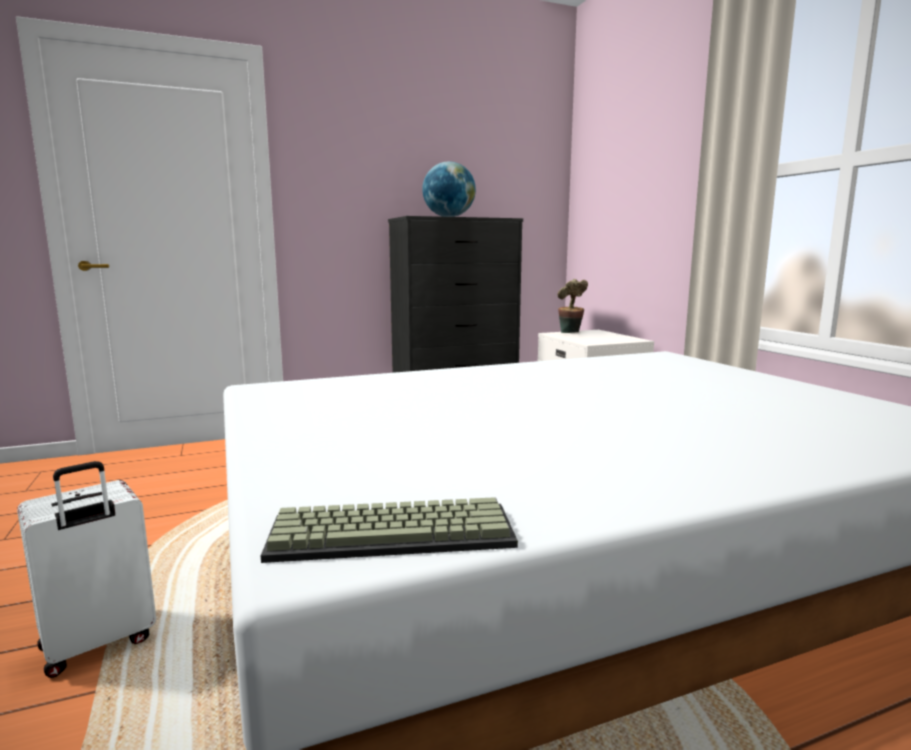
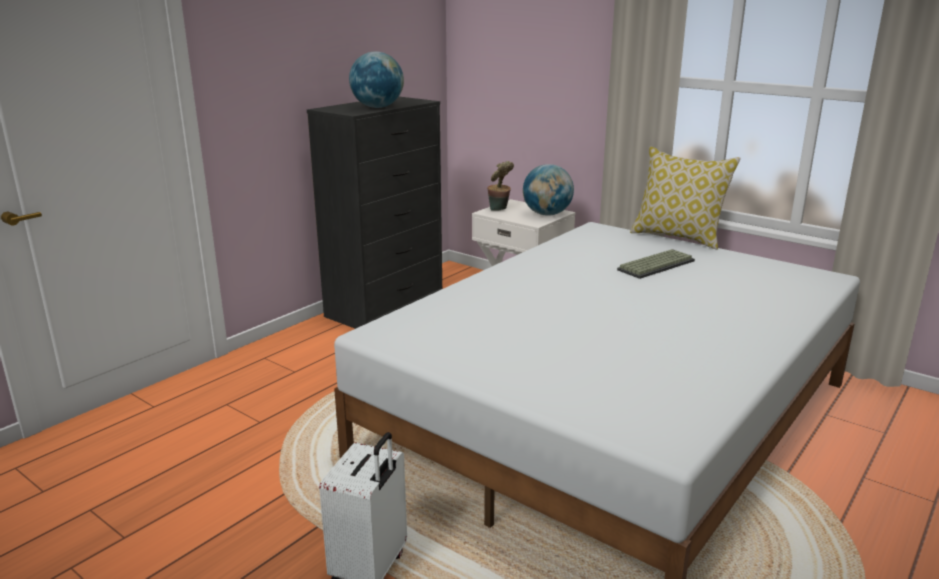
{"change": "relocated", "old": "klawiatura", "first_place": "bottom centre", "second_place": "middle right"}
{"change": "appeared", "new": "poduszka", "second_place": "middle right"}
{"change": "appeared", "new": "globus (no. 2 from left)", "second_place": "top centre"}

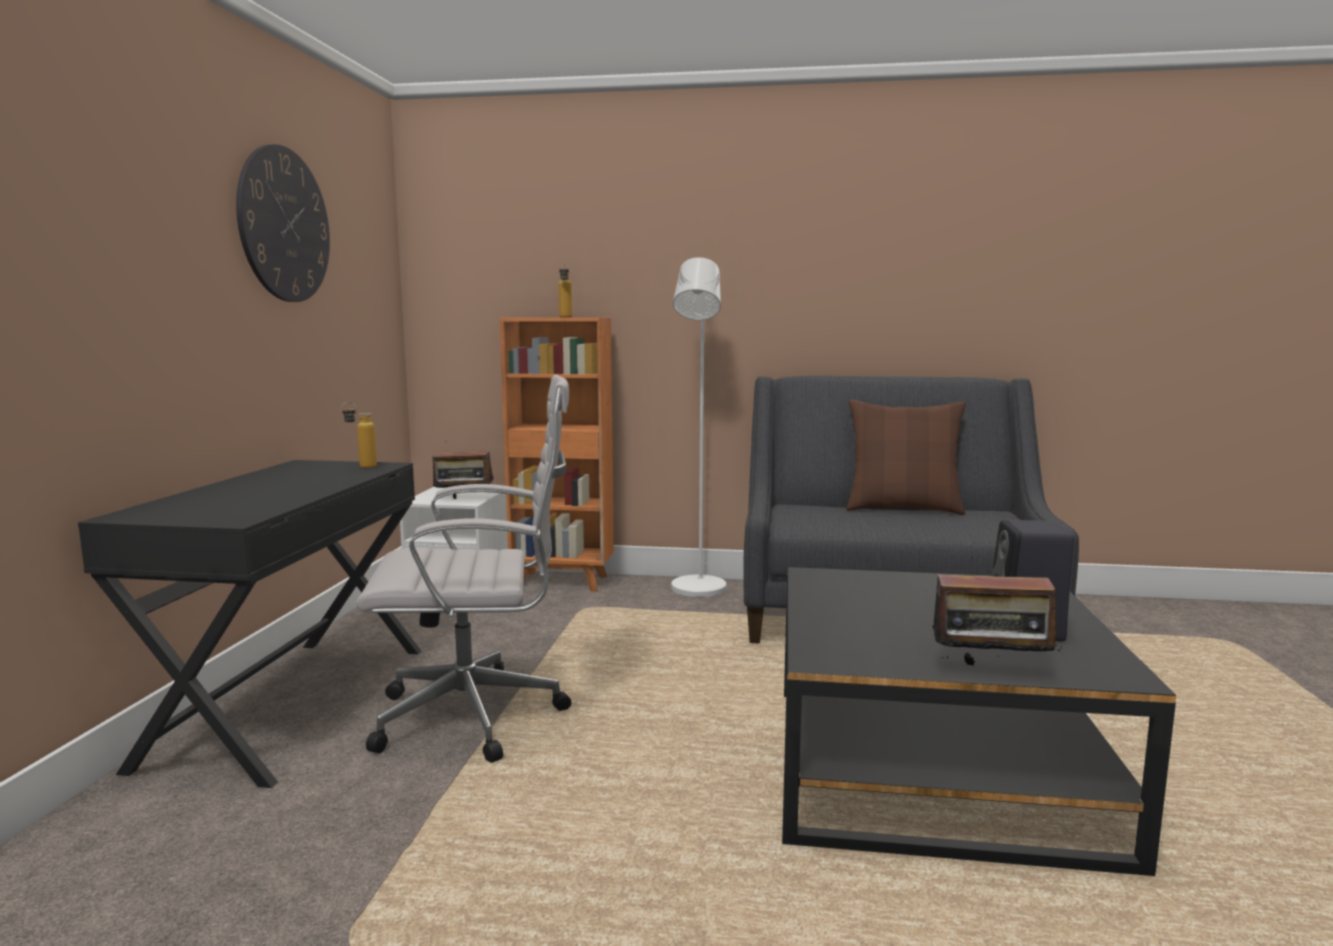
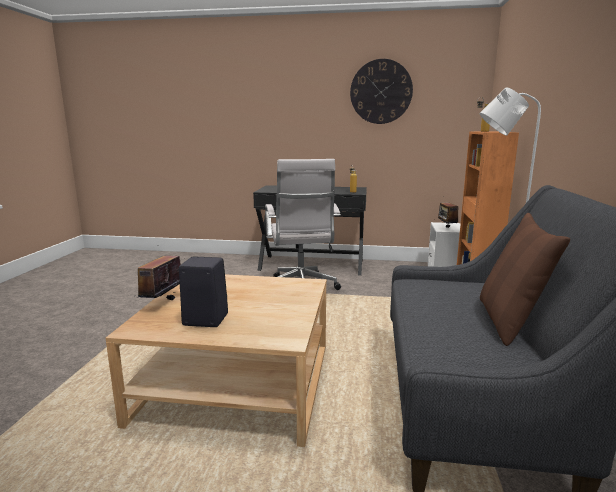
{"change": "colour", "old": "ława [czarny]", "new": "ława [beżowy]", "first_place": "bottom right", "second_place": "bottom centre"}

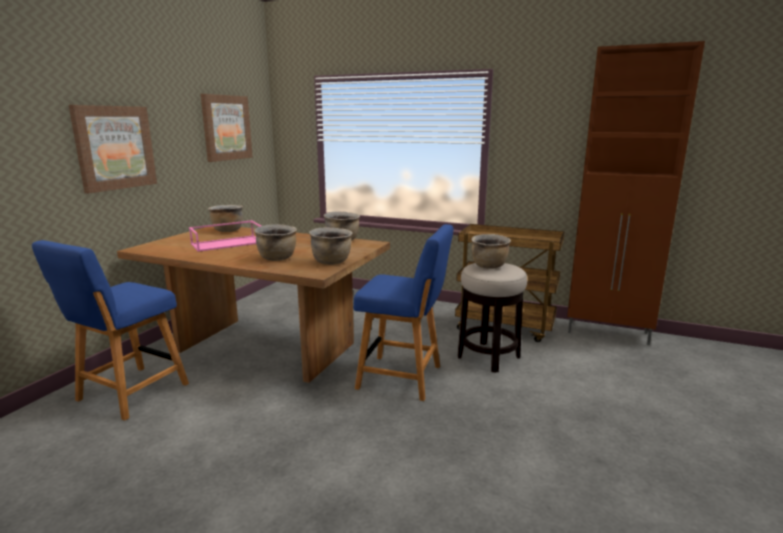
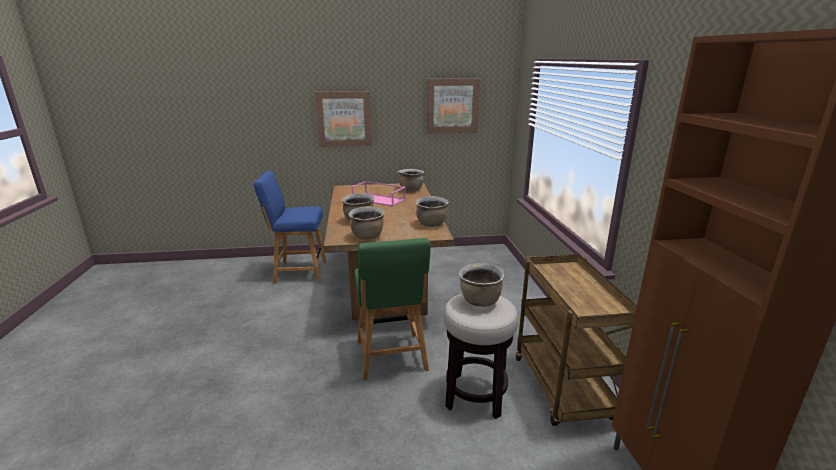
{"change": "colour", "old": "krzesło [niebieski] (no. 2 from left)", "new": "krzesło [zielony]", "first_place": "centre", "second_place": "centre"}

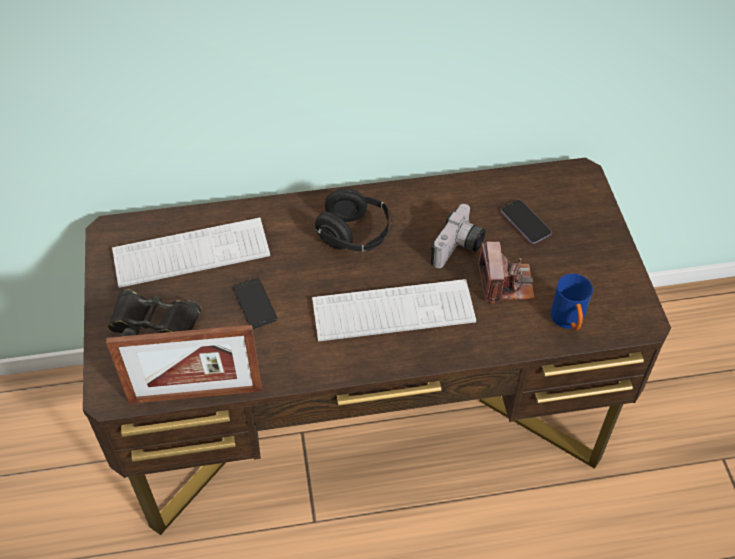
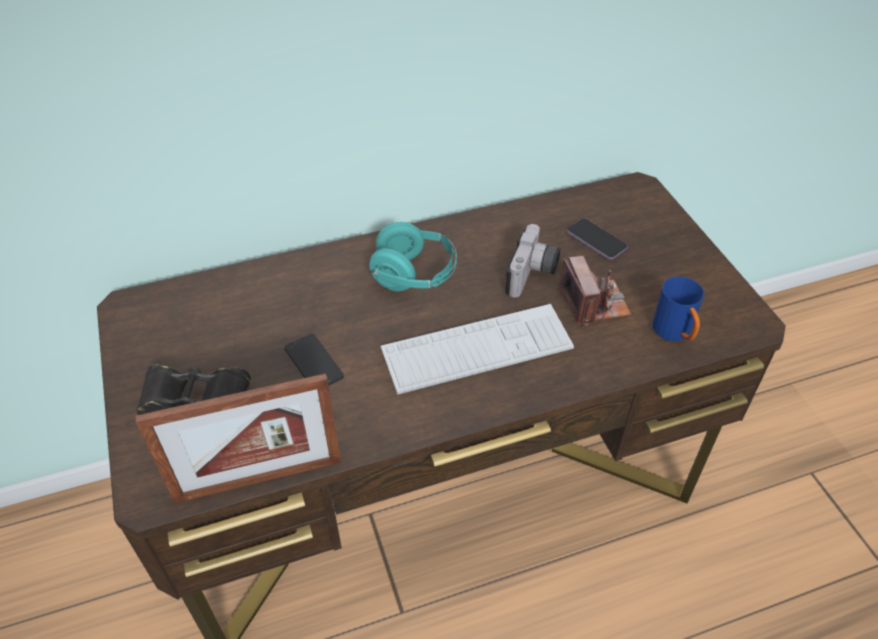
{"change": "colour", "old": "słuchawki [czarny]", "new": "słuchawki [turkusowy]", "first_place": "centre", "second_place": "centre"}
{"change": "missing", "old": "klawiatura (no. 1 from left)", "first_place": "middle left"}

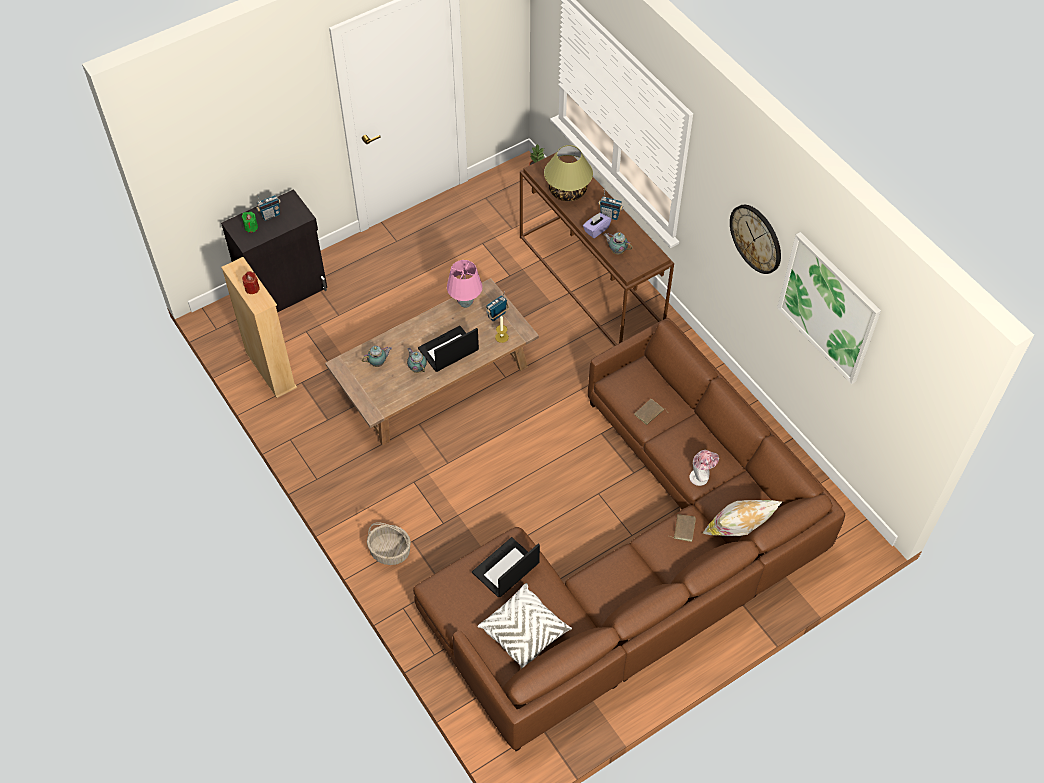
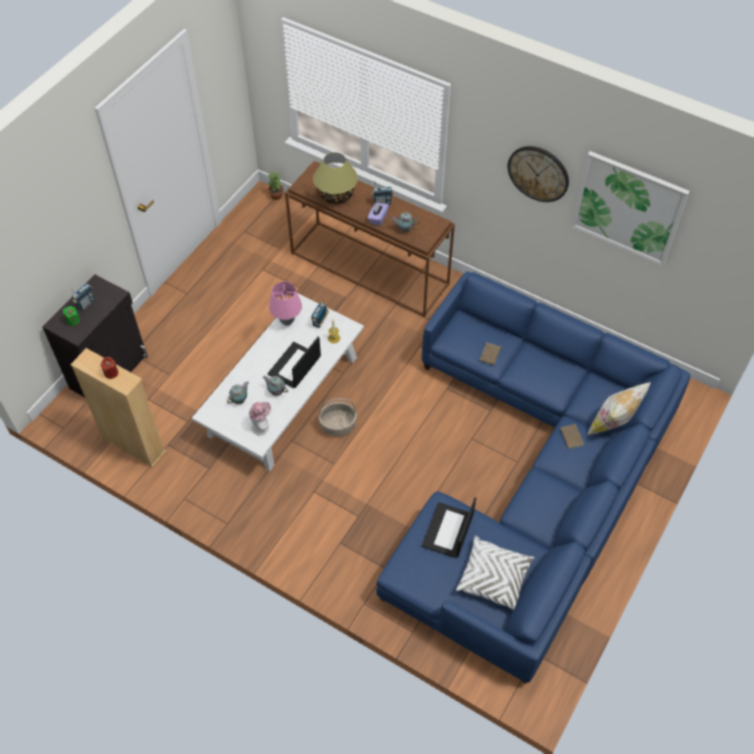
{"change": "colour", "old": "ława [brązowy]", "new": "ława [biały]", "first_place": "centre", "second_place": "centre"}
{"change": "colour", "old": "kanapa [brązowy]", "new": "kanapa [niebieski]", "first_place": "bottom centre", "second_place": "middle right"}
{"change": "relocated", "old": "kapelusz", "first_place": "middle right", "second_place": "centre"}
{"change": "relocated", "old": "koszyk", "first_place": "bottom centre", "second_place": "centre"}

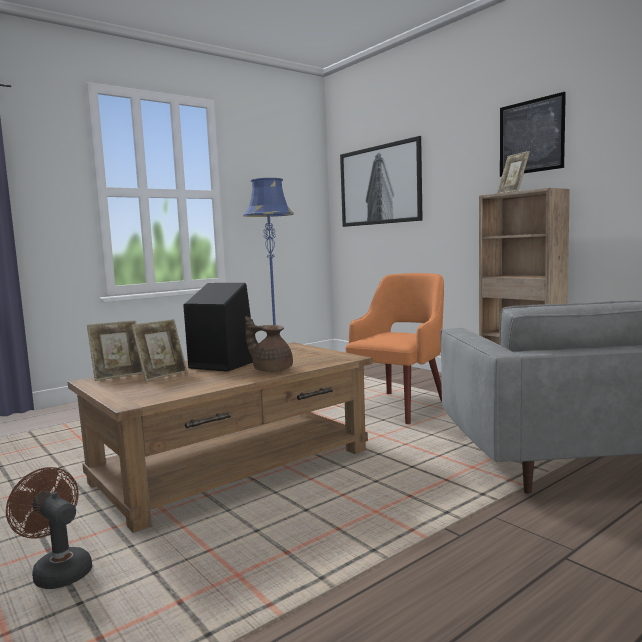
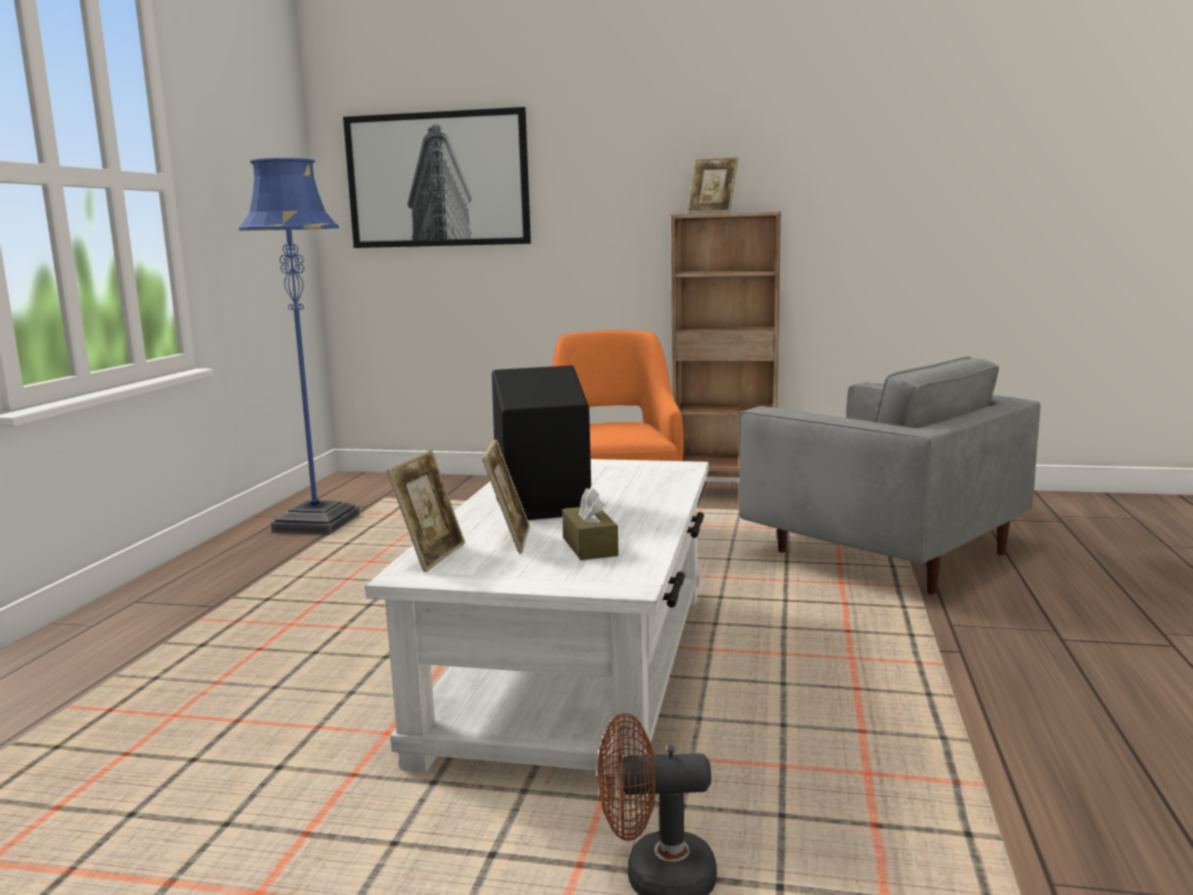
{"change": "missing", "old": "obraz (no. 2 from left)", "first_place": "top right"}
{"change": "missing", "old": "imbryk [brązowy]", "first_place": "centre"}
{"change": "colour", "old": "ława [brązowy]", "new": "ława [biały]", "first_place": "bottom centre", "second_place": "bottom centre"}
{"change": "appeared", "new": "pudełko chusteczek [brązowy]", "second_place": "centre"}

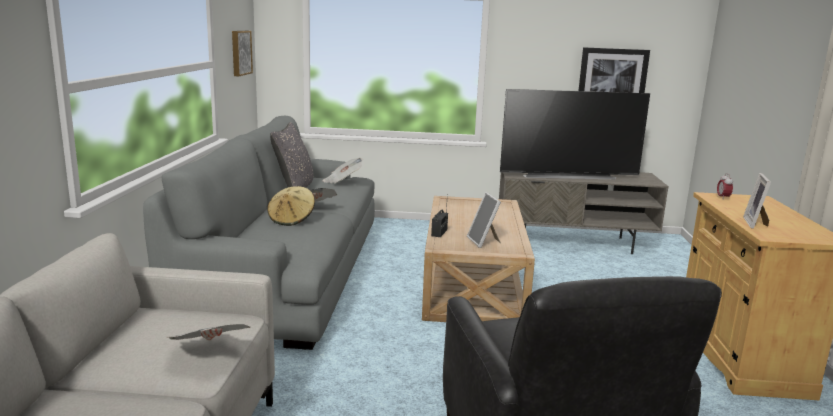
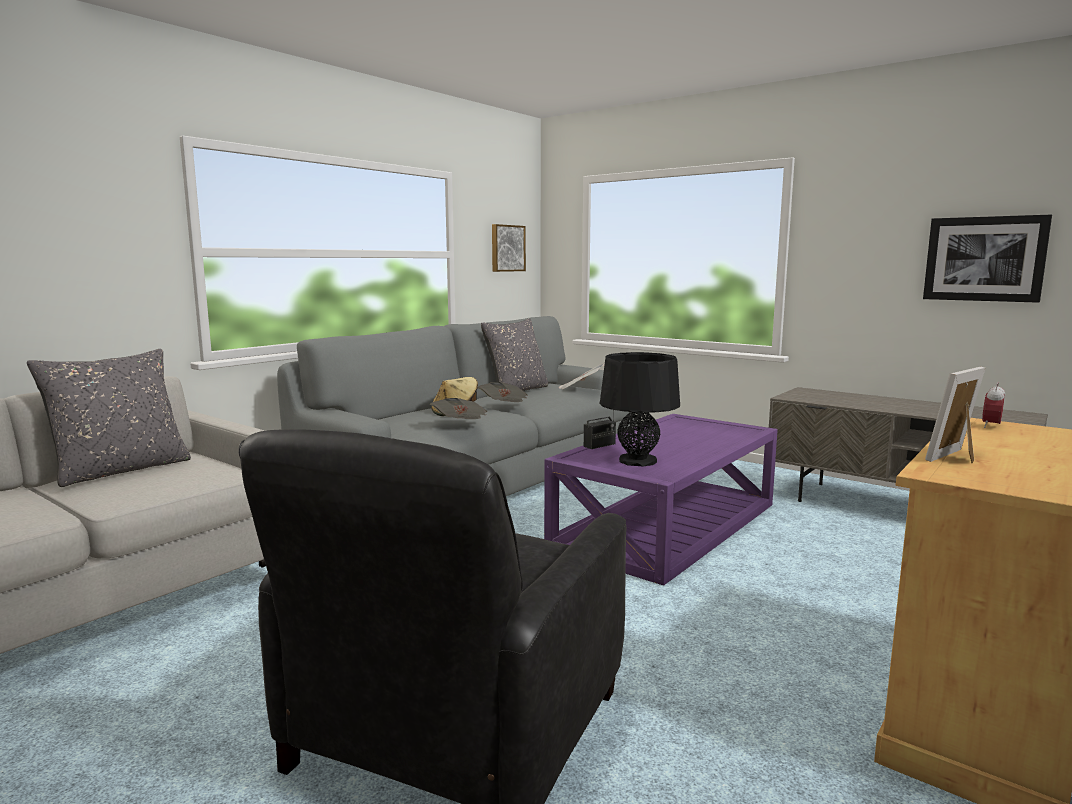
{"change": "missing", "old": "telewizor", "first_place": "top right"}
{"change": "exchanged", "old": "ramka na zdjęcie (no. 1 from left)", "new": "lampa stołowa [czarny]", "first_place": "centre", "second_place": "centre"}
{"change": "colour", "old": "ława [beżowy]", "new": "ława [fioletowy]", "first_place": "centre", "second_place": "centre"}
{"change": "relocated", "old": "gazeta (no. 1 from left)", "first_place": "bottom left", "second_place": "centre"}
{"change": "appeared", "new": "poduszka [szary] (no. 1 from left)", "second_place": "middle left"}

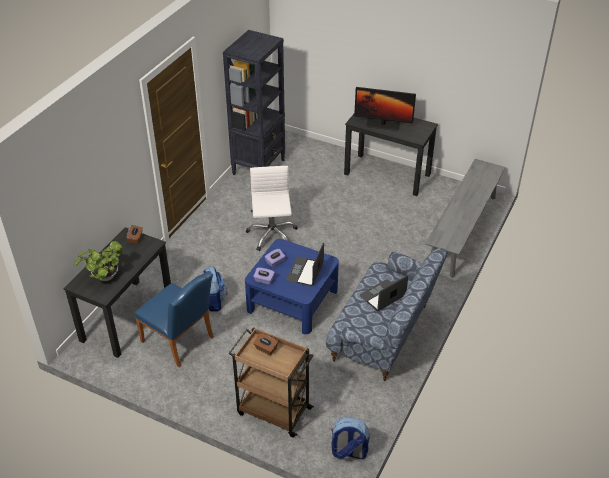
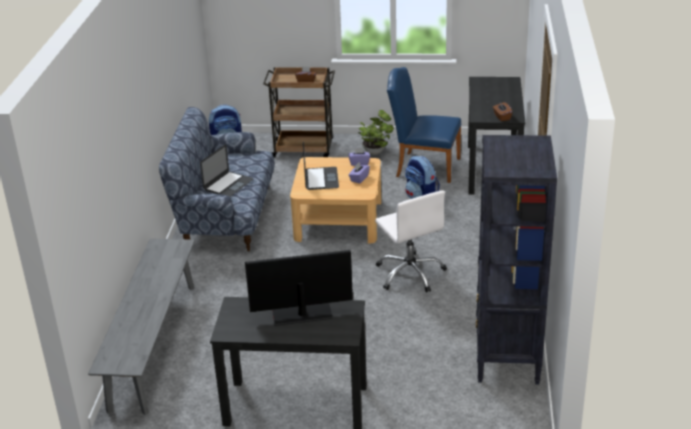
{"change": "colour", "old": "ława [niebieski]", "new": "ława [beżowy]", "first_place": "centre", "second_place": "centre"}
{"change": "relocated", "old": "roślina doniczkowa", "first_place": "middle left", "second_place": "top centre"}

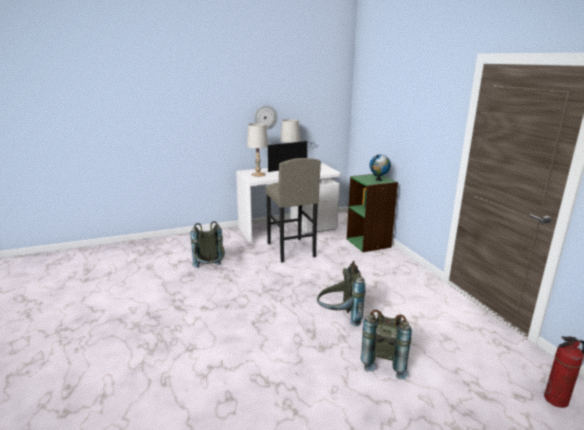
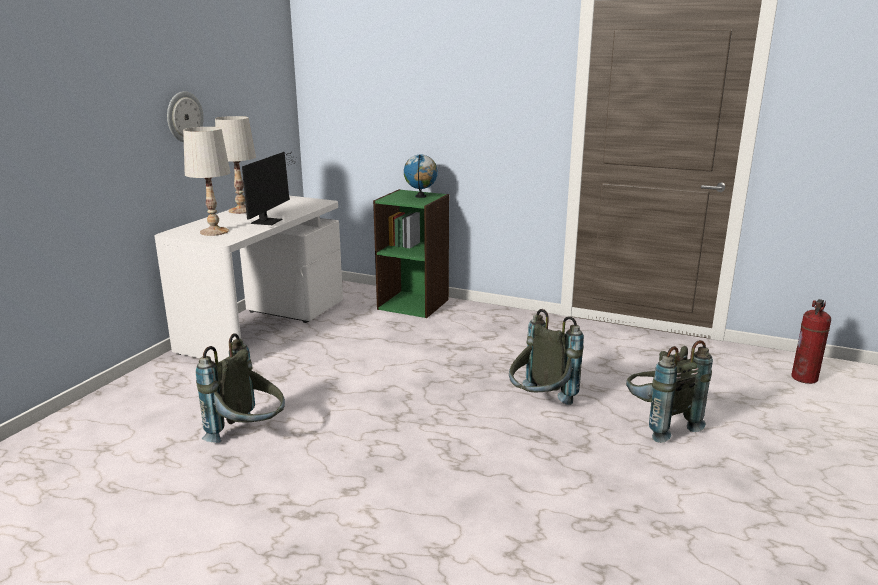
{"change": "missing", "old": "stołek [szary]", "first_place": "centre"}

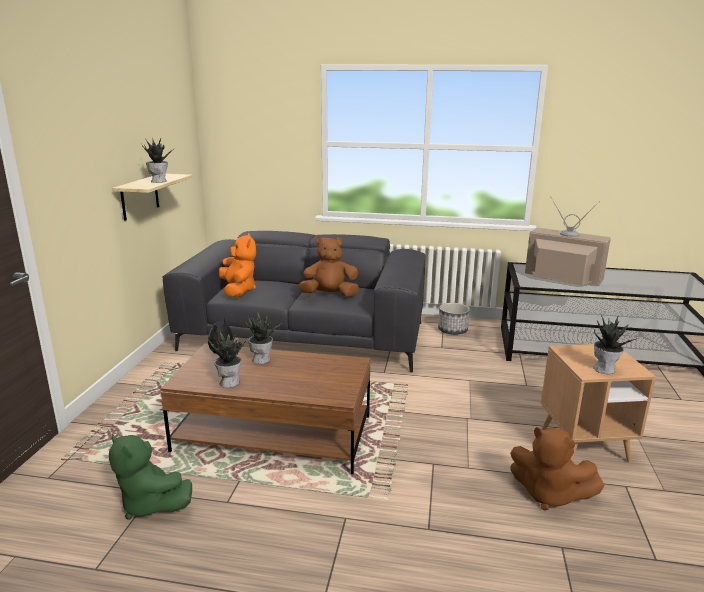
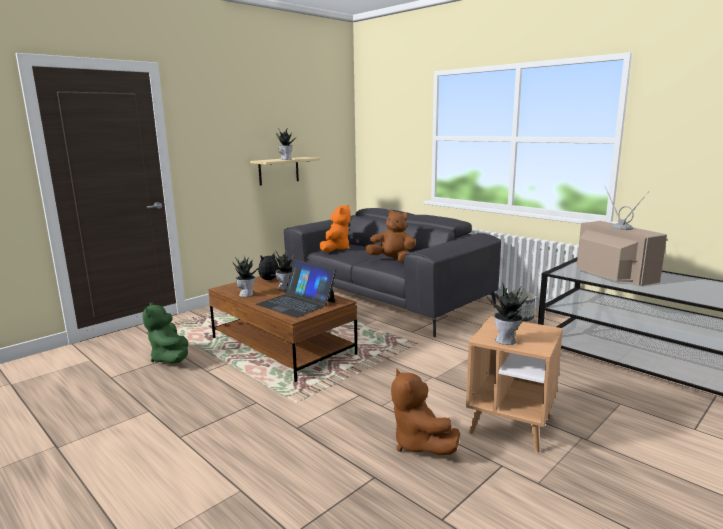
{"change": "appeared", "new": "laptop", "second_place": "centre"}

